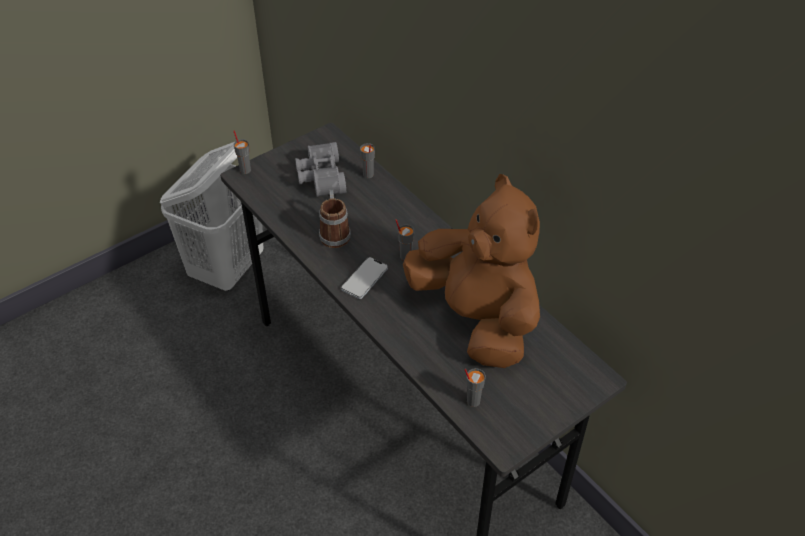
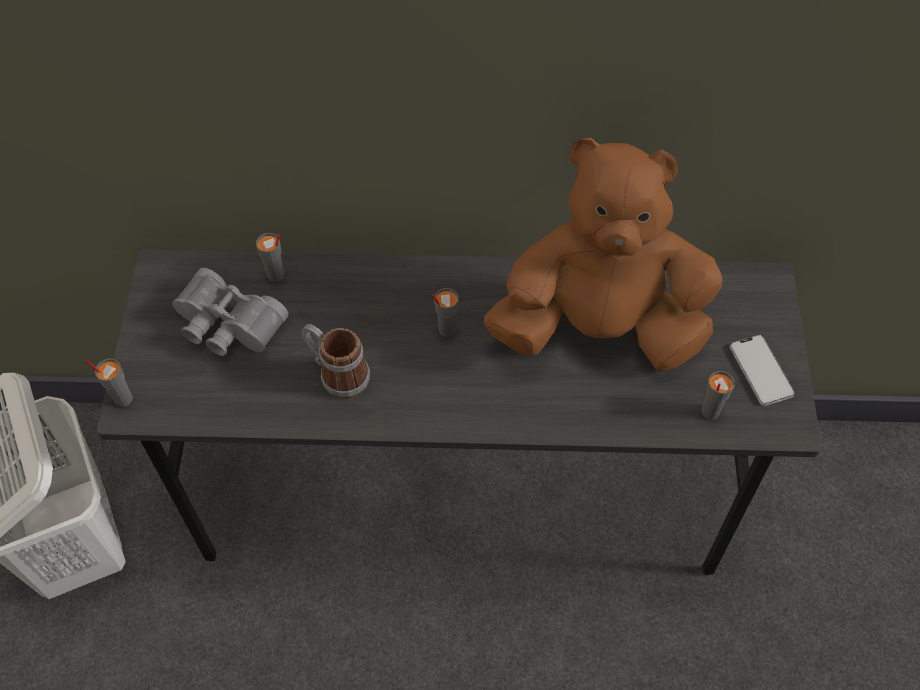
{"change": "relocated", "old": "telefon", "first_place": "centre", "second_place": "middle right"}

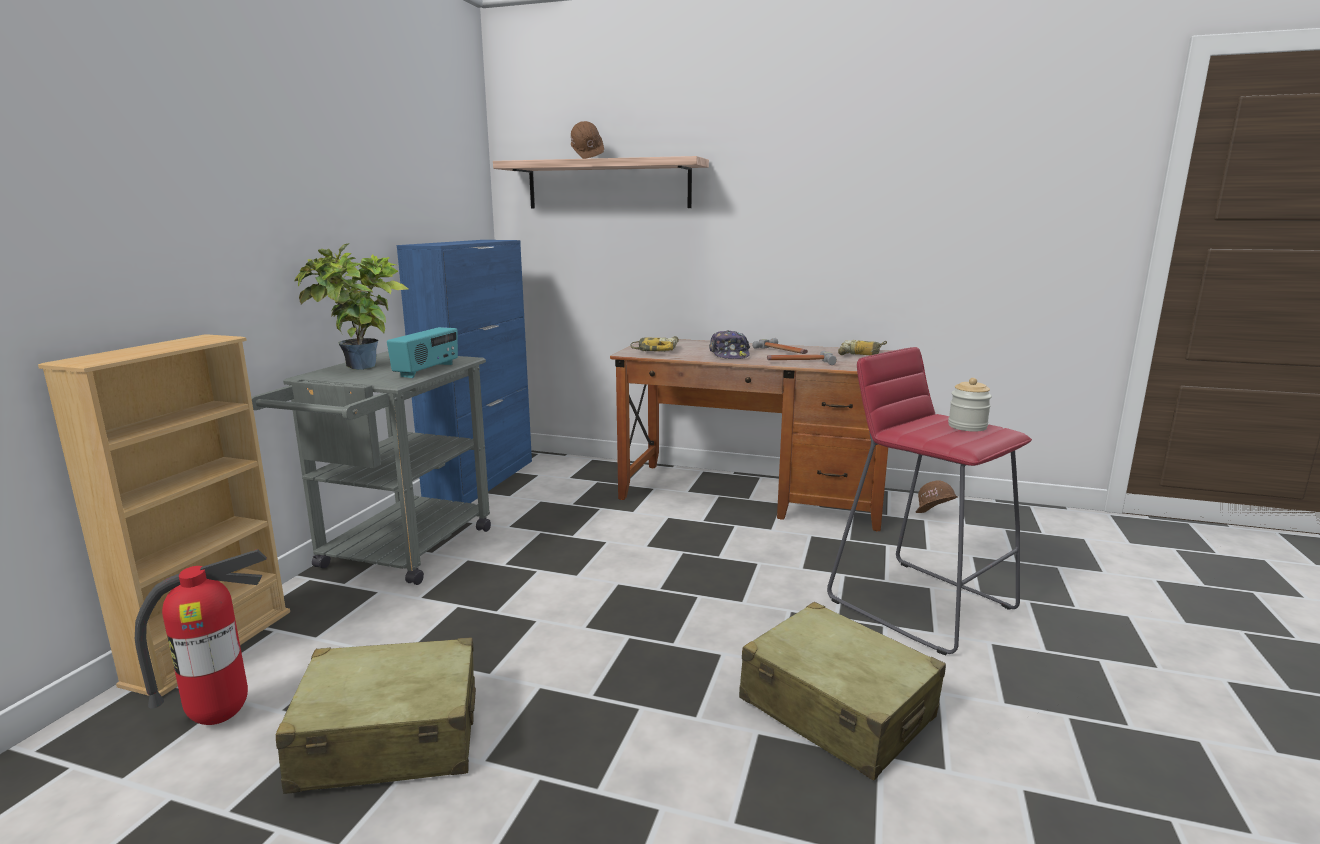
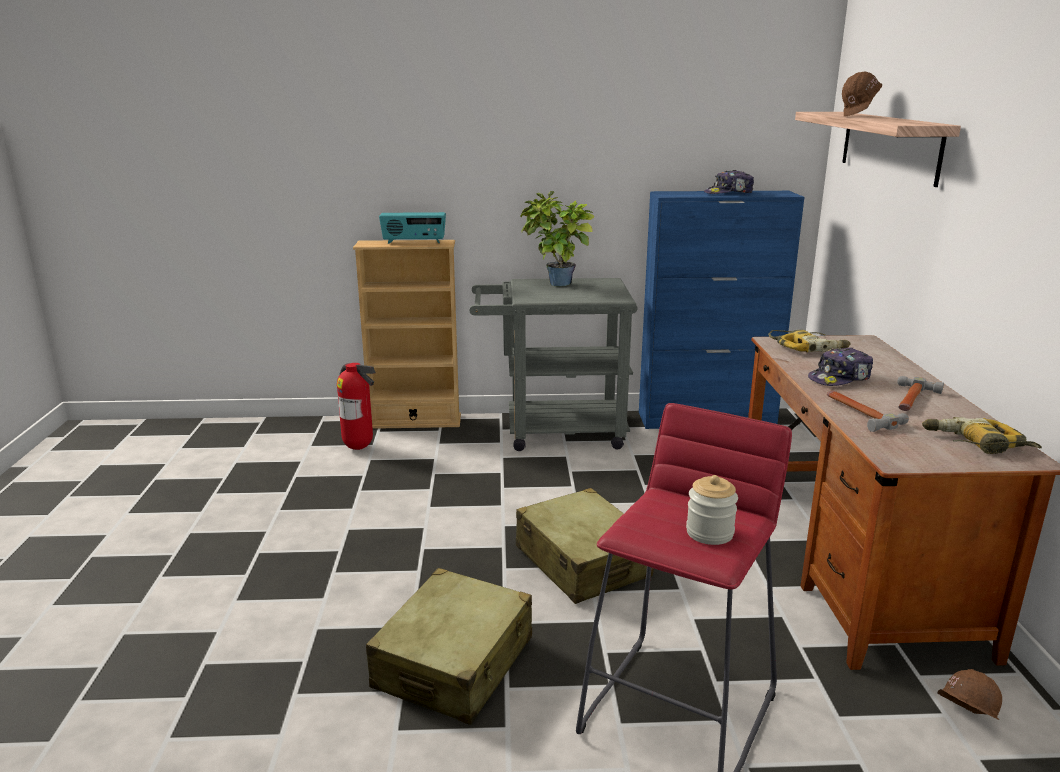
{"change": "relocated", "old": "radio", "first_place": "middle left", "second_place": "top centre"}
{"change": "relocated", "old": "walizka [beżowy] (no. 1 from left in the first image)", "new": "walizka [beżowy] (no. 2 from left)", "first_place": "bottom left", "second_place": "bottom centre"}
{"change": "appeared", "new": "czapka z daszkiem (no. 1 from left)", "second_place": "top right"}

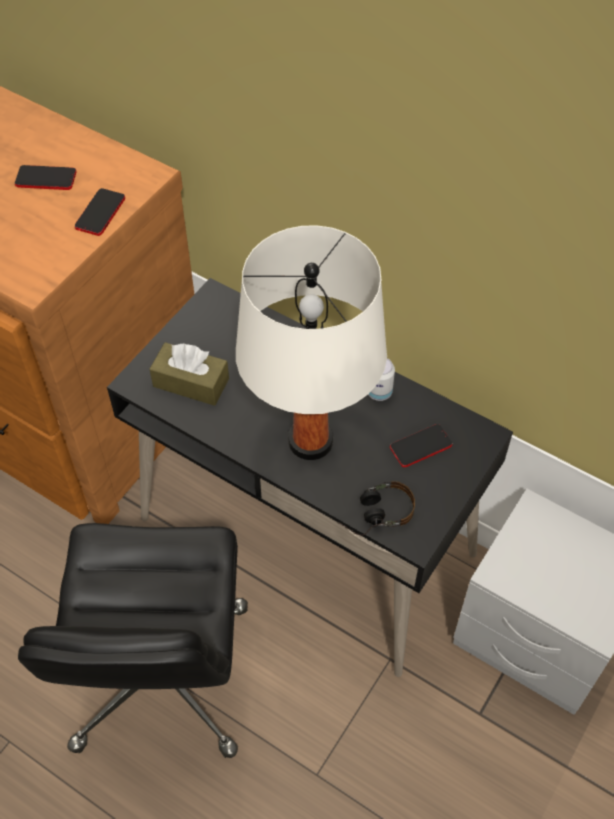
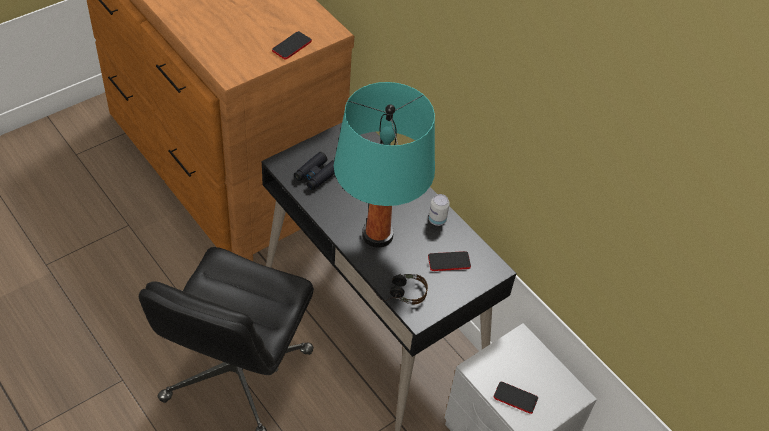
{"change": "relocated", "old": "telefon (no. 1 from left in the first image)", "new": "telefon (no. 3 from left)", "first_place": "top left", "second_place": "bottom right"}
{"change": "colour", "old": "lampa stołowa [biały]", "new": "lampa stołowa [turkusowy]", "first_place": "centre", "second_place": "centre"}
{"change": "exchanged", "old": "pudełko chusteczek [brązowy]", "new": "lornetka [czarny]", "first_place": "middle left", "second_place": "centre"}

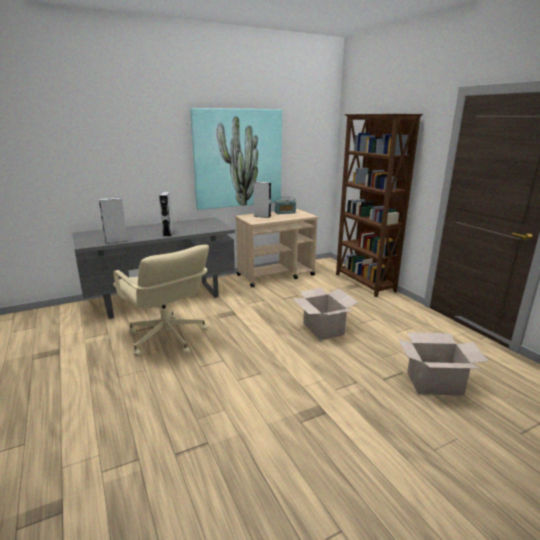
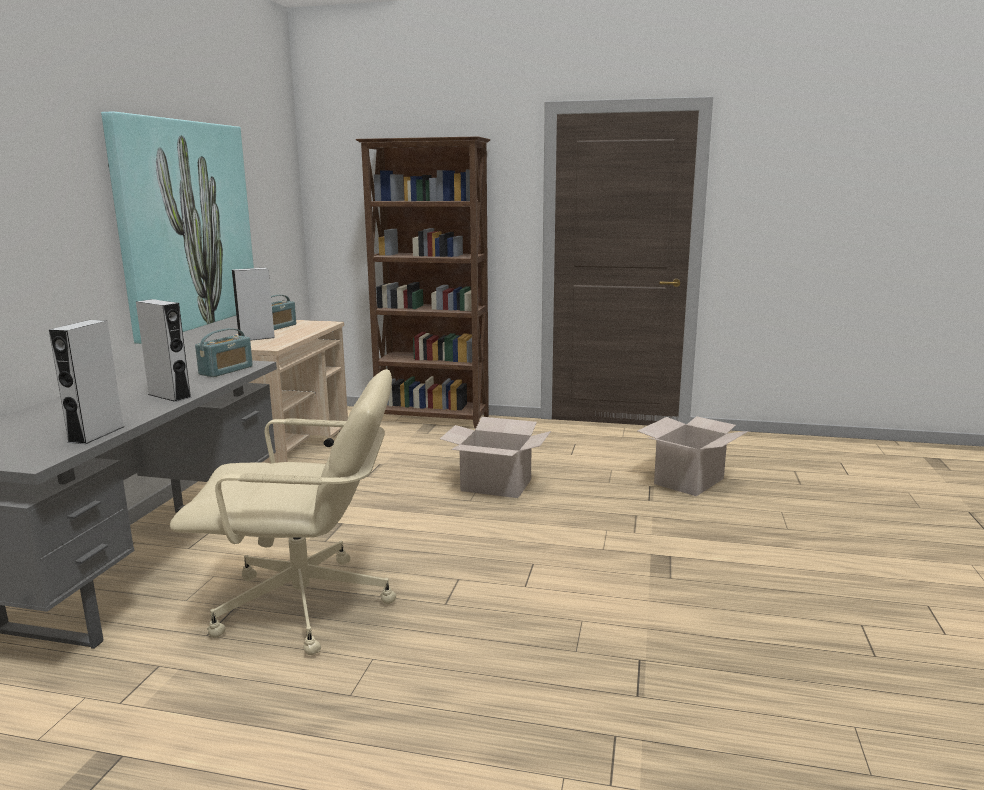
{"change": "appeared", "new": "radio (no. 1 from left)", "second_place": "middle left"}

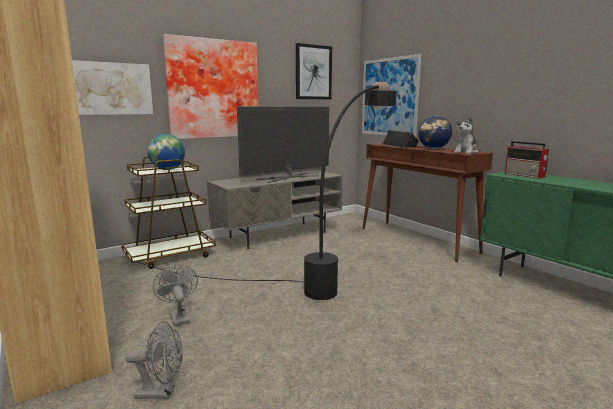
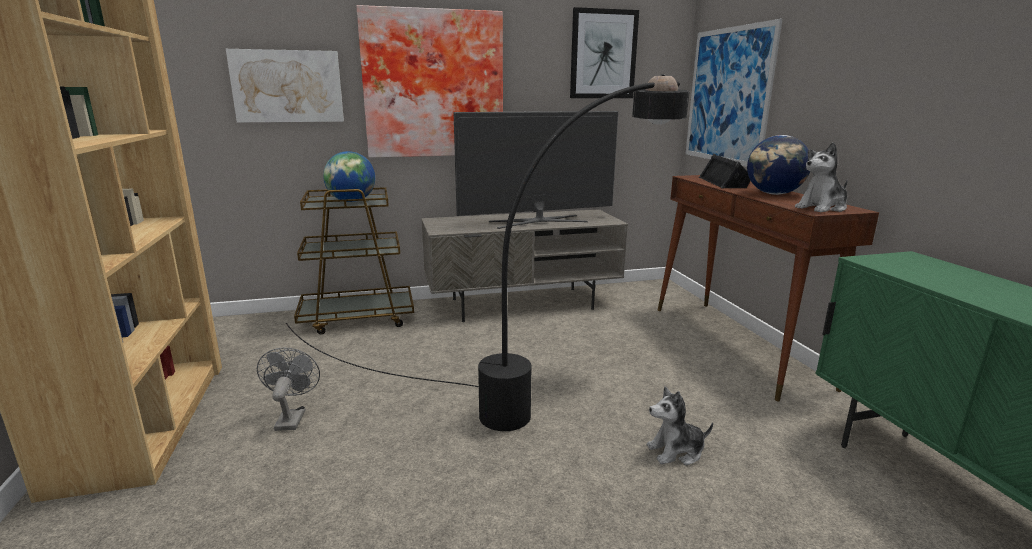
{"change": "missing", "old": "radio", "first_place": "middle right"}
{"change": "missing", "old": "wentylator [szary] (no. 1 from left)", "first_place": "bottom left"}
{"change": "appeared", "new": "pluszak (no. 1 from left)", "second_place": "bottom centre"}

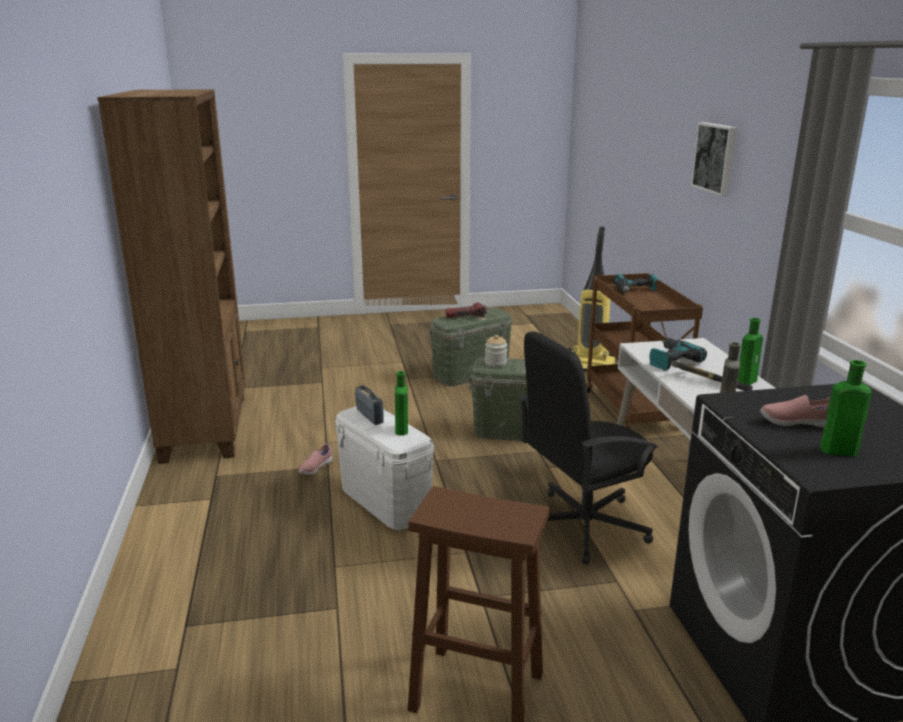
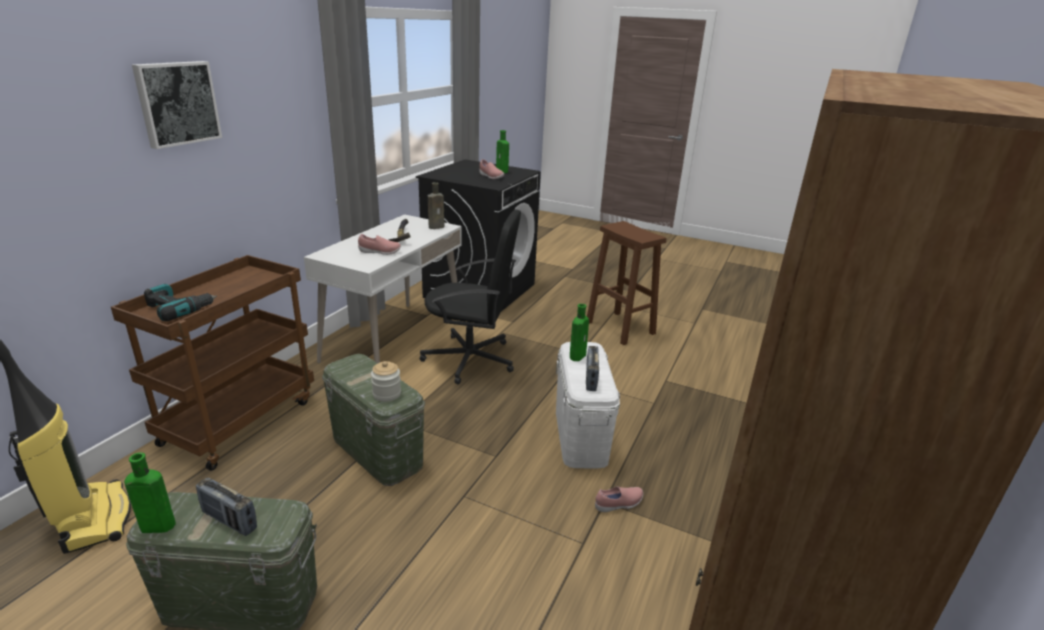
{"change": "exchanged", "old": "latarka", "new": "radio (no. 1 from left)", "first_place": "centre", "second_place": "bottom left"}
{"change": "relocated", "old": "butelka [zielony] (no. 2 from left in the first image)", "new": "butelka [zielony] (no. 1 from left)", "first_place": "middle right", "second_place": "bottom left"}
{"change": "exchanged", "old": "wiertarka (no. 2 from left)", "new": "but [różowy] (no. 1 from left)", "first_place": "middle right", "second_place": "centre"}

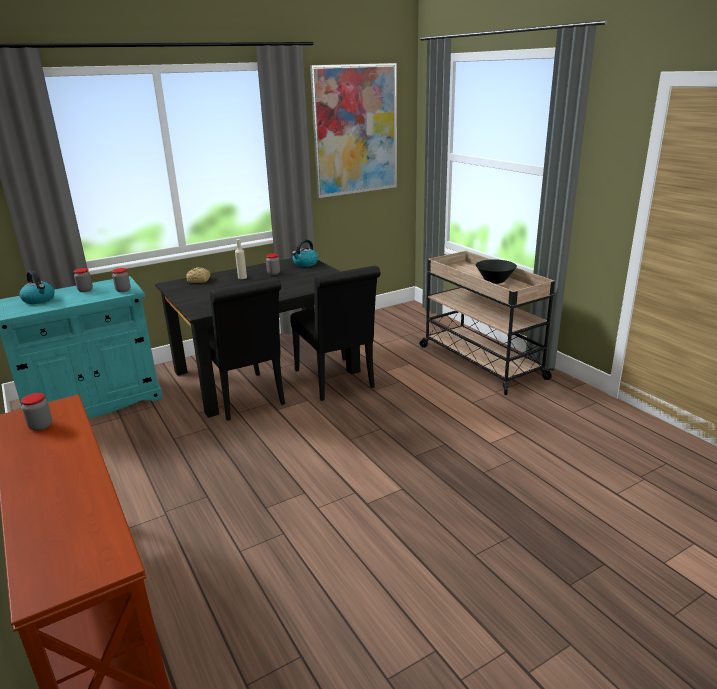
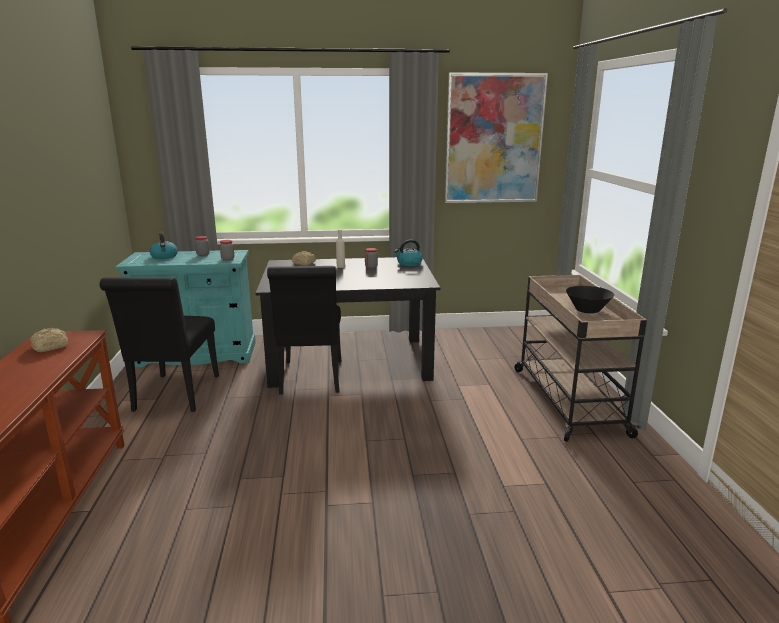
{"change": "relocated", "old": "krzesło [czarny] (no. 2 from left in the first image)", "new": "krzesło [czarny] (no. 1 from left)", "first_place": "centre", "second_place": "middle left"}
{"change": "exchanged", "old": "słoik (no. 1 from left)", "new": "chleb (no. 1 from left)", "first_place": "middle left", "second_place": "middle left"}

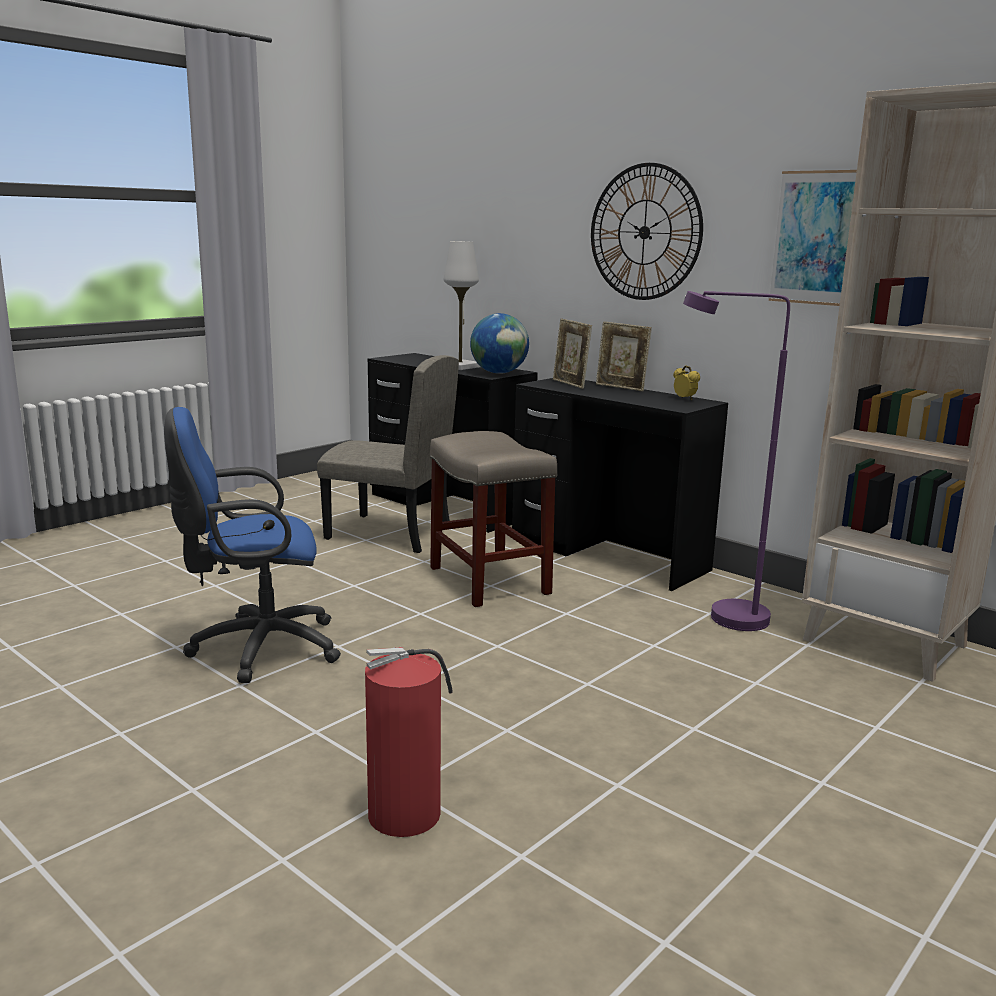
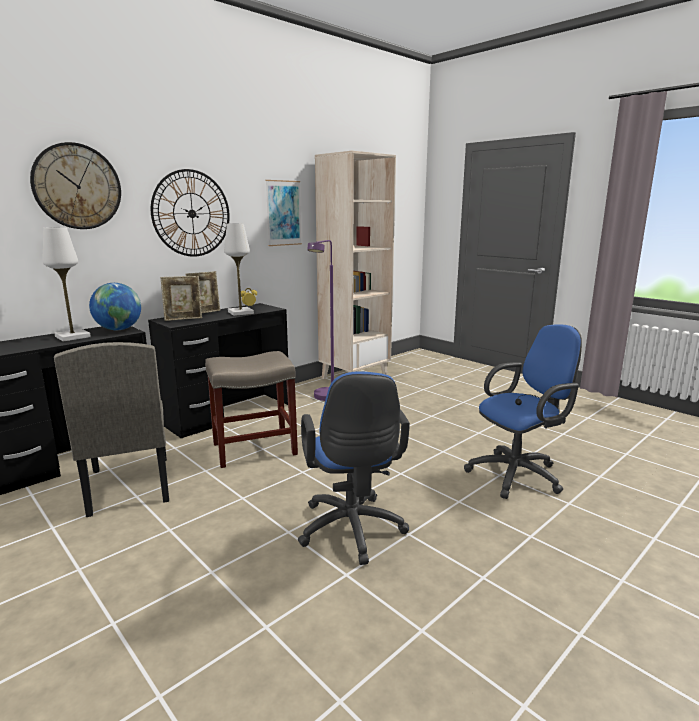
{"change": "spun", "old": "krzesło [beżowy]", "first_place": "centre", "second_place": "middle left", "degrees": 135}
{"change": "exchanged", "old": "gaśnica", "new": "krzesło biurowe [niebieski] (no. 2 from left)", "first_place": "bottom centre", "second_place": "middle right"}
{"change": "appeared", "new": "zegar ścienny (no. 1 from left)", "second_place": "top left"}
{"change": "appeared", "new": "lampa stołowa [biały] (no. 2 from left)", "second_place": "centre"}

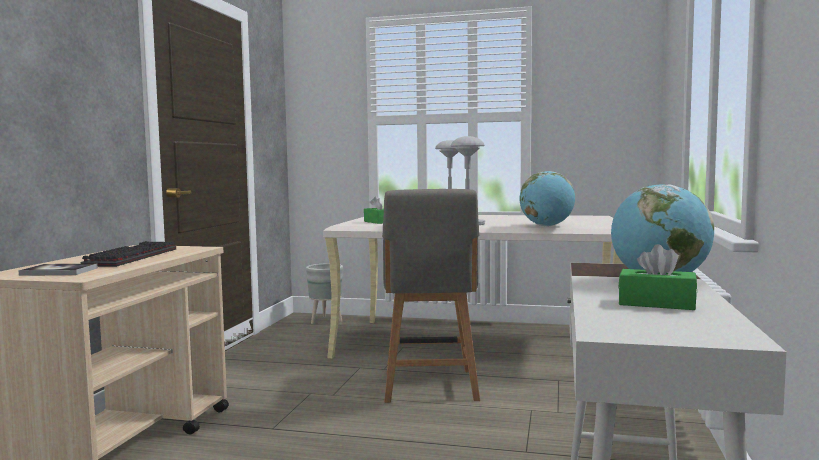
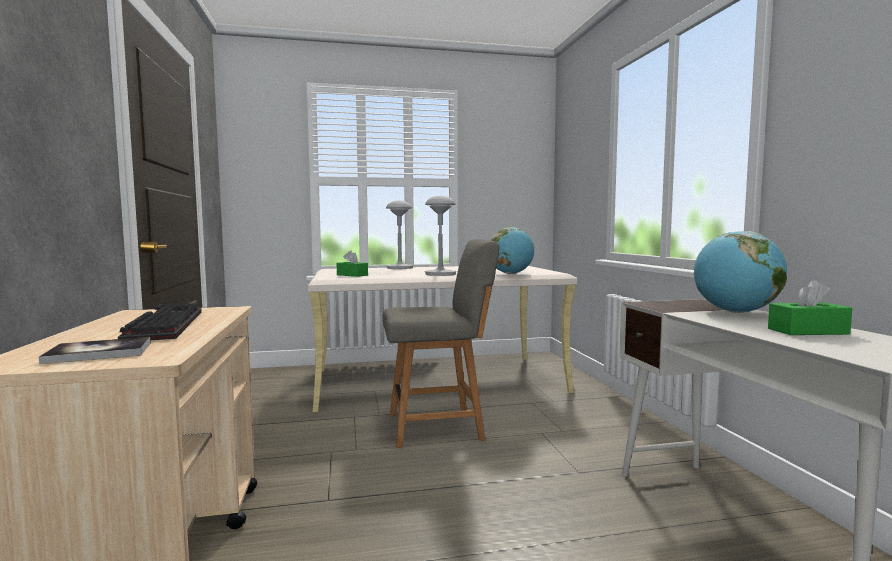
{"change": "spun", "old": "krzesło [szary]", "first_place": "centre", "second_place": "centre", "degrees": -75}
{"change": "missing", "old": "donica [szary]", "first_place": "centre"}

